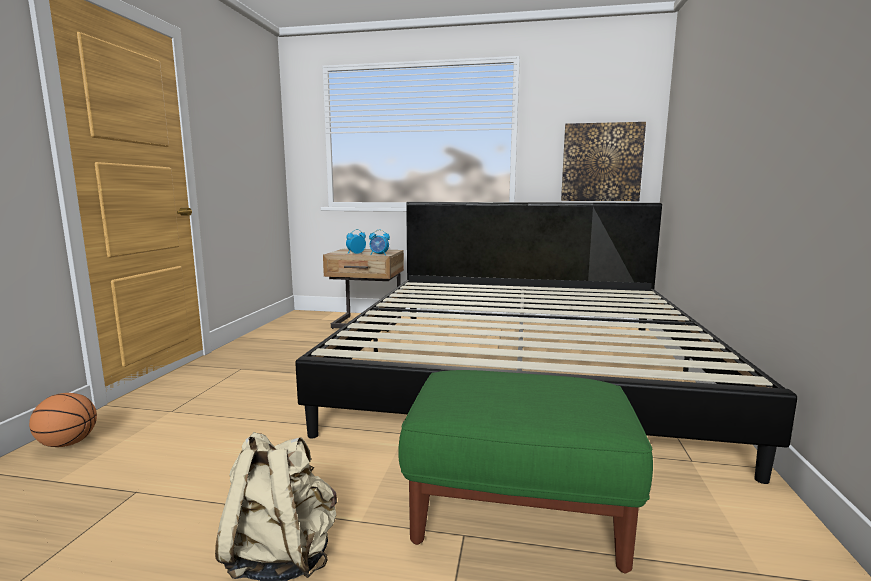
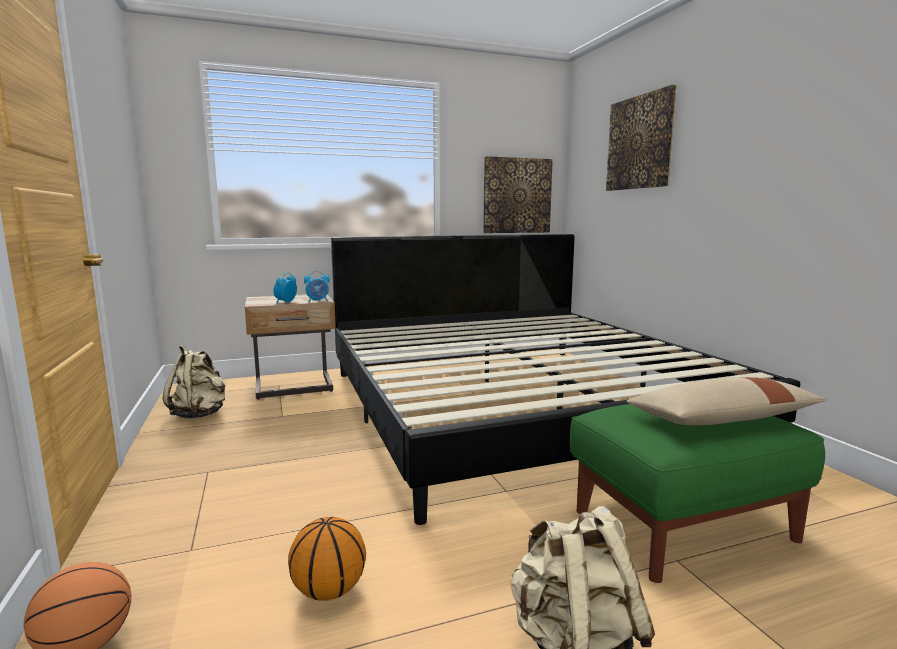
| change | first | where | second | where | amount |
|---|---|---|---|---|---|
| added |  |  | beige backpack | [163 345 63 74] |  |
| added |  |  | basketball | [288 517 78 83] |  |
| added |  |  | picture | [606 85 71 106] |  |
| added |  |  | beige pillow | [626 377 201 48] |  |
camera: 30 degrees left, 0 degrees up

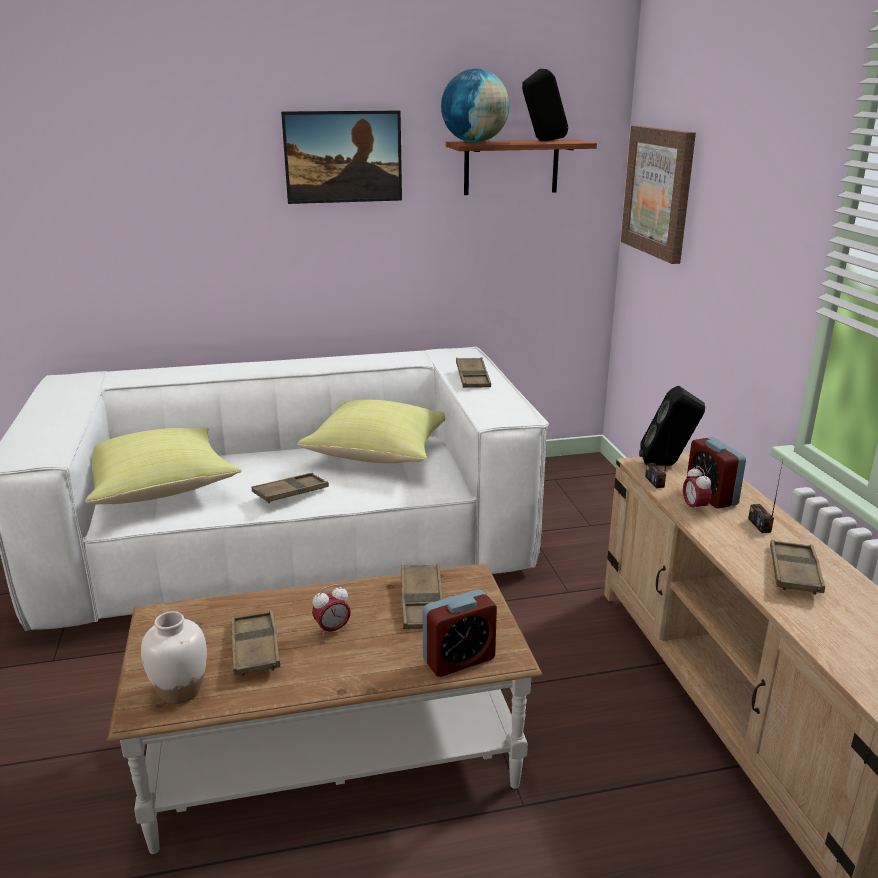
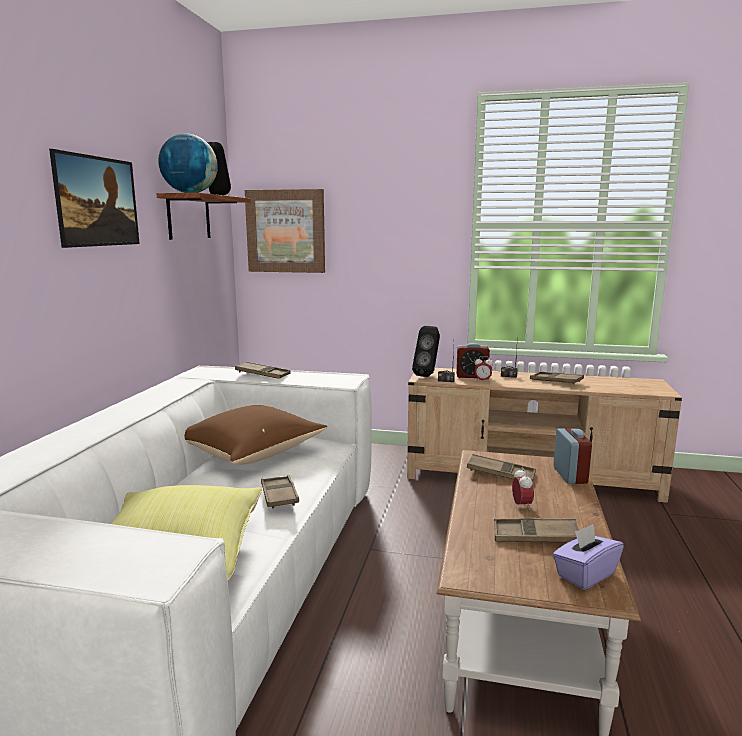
| change | first | where | second | where | amount |
|---|---|---|---|---|---|
| replaced | white vase | [141 611 66 93] | purple tissue box | [553 524 71 66] |  |
| recoloured | yellow pillow | [297 399 148 64] | brown pillow | [185 405 142 60] |  |
camera: 65 degrees left, 10 degrees down

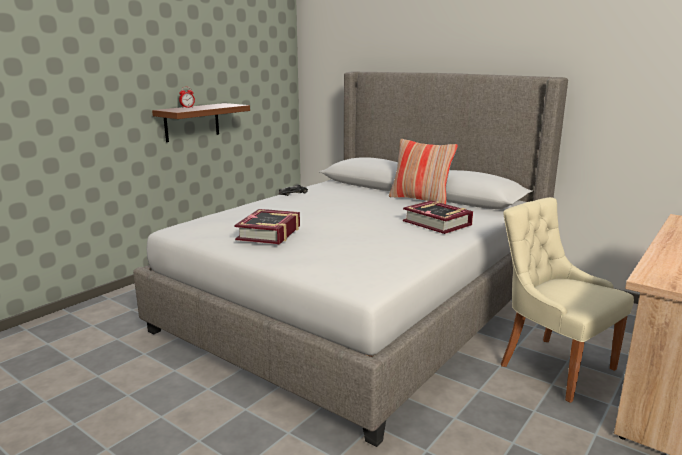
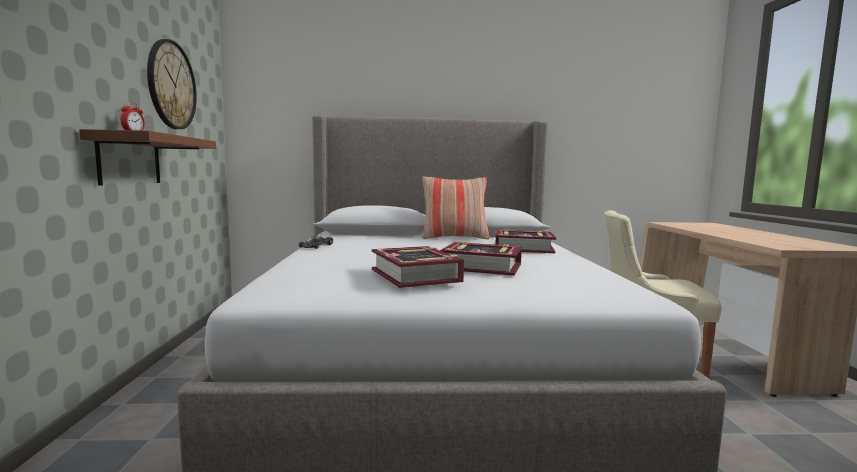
| change | first | where | second | where | amount |
|---|---|---|---|---|---|
| added |  |  | wall clock | [147 39 50 90] |  |
| added |  |  | book | [440 242 82 34] |  |
camera: 40 degrees left, 10 degrees down

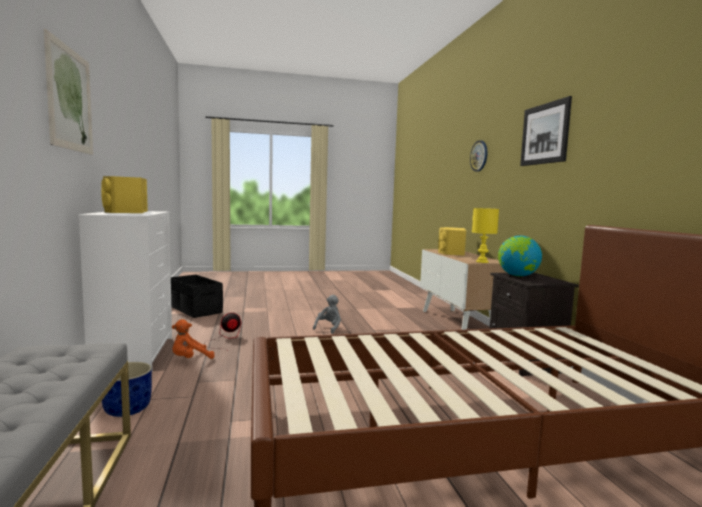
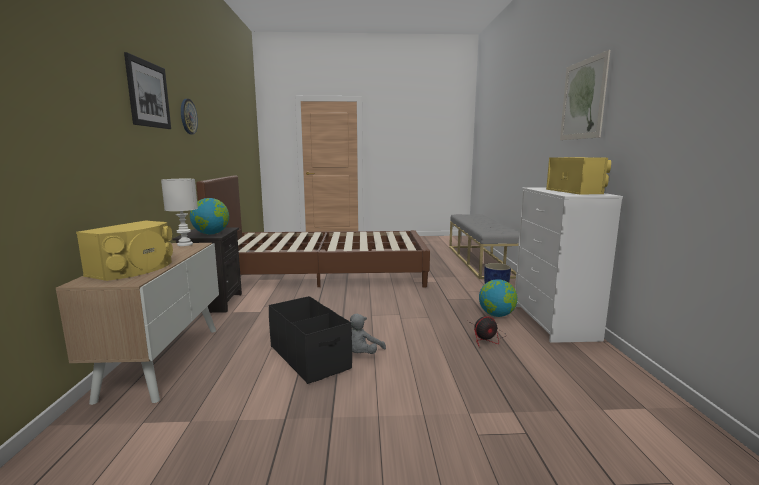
| change | first | where | second | where | amount |
|---|---|---|---|---|---|
| moved | black storage box | [171 275 52 43] |  | [269 296 83 88] |  |
| moved | wall clock | [470 140 17 32] |  | [181 99 17 35] |  |
| replaced | orange plush toy | [172 319 43 40] | globe | [479 279 39 38] |  |
| recoloured | yellow table lamp | [472 208 27 55] | white table lamp | [161 179 37 67] |  |
camera: 170 degrees left, 5 degrees up

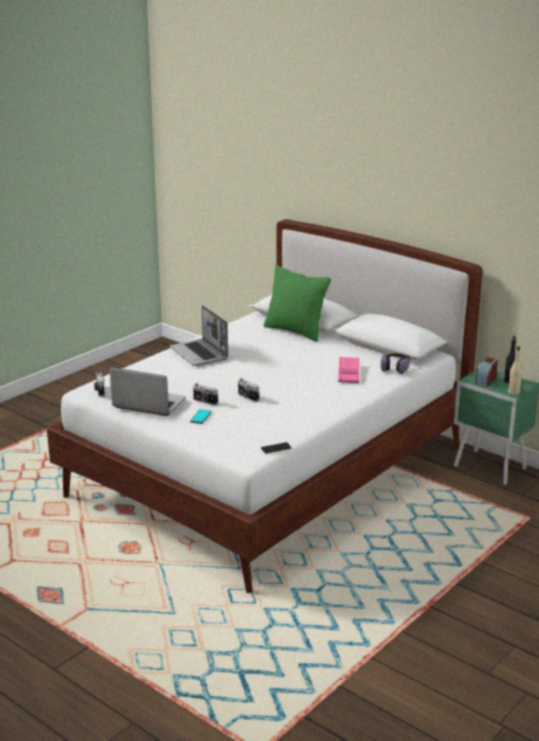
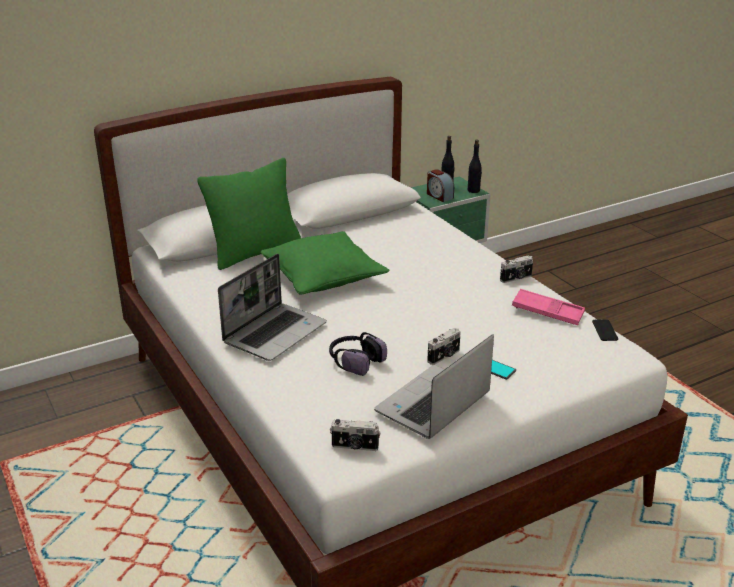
| change | first | where | second | where | amount |
|---|---|---|---|---|---|
| added |  |  | green pillow | [261 231 129 64] |  |
| moved | photo camera | [238 378 21 24] |  | [500 255 33 28] |  |
| moved | pink tray | [338 357 21 26] |  | [512 289 73 36] |  |
| moved | headphones | [380 354 30 20] |  | [329 332 58 44] |  |
| recoloured | beige bottle | [508 346 14 49] | black bottle | [468 139 14 54] |  |
| turned | laptop | [170 305 58 61] |  | [218 254 109 107] | 45 degrees counterclockwise |
camera: 70 degrees left, 5 degrees up

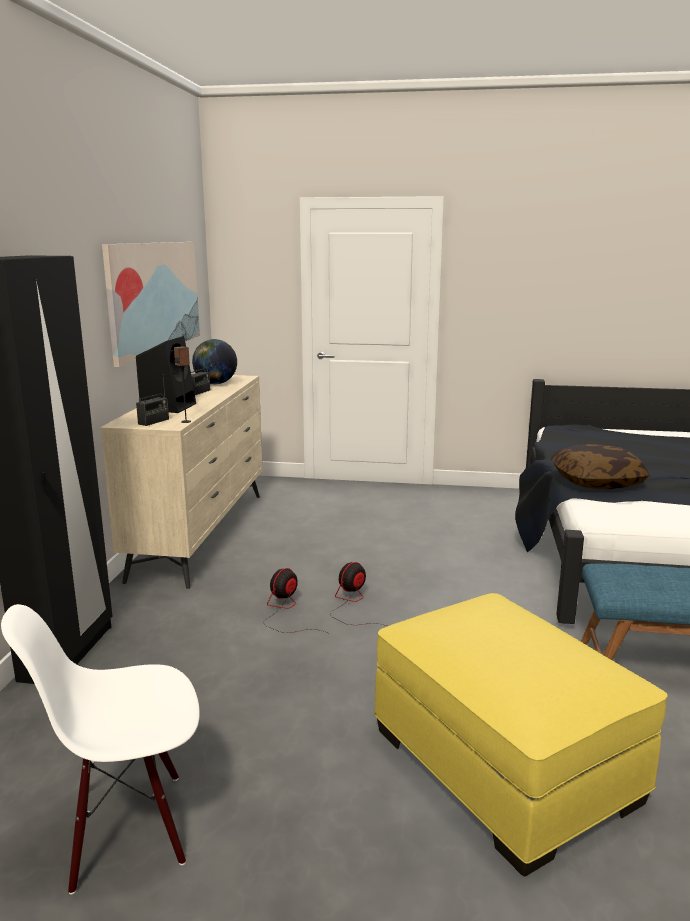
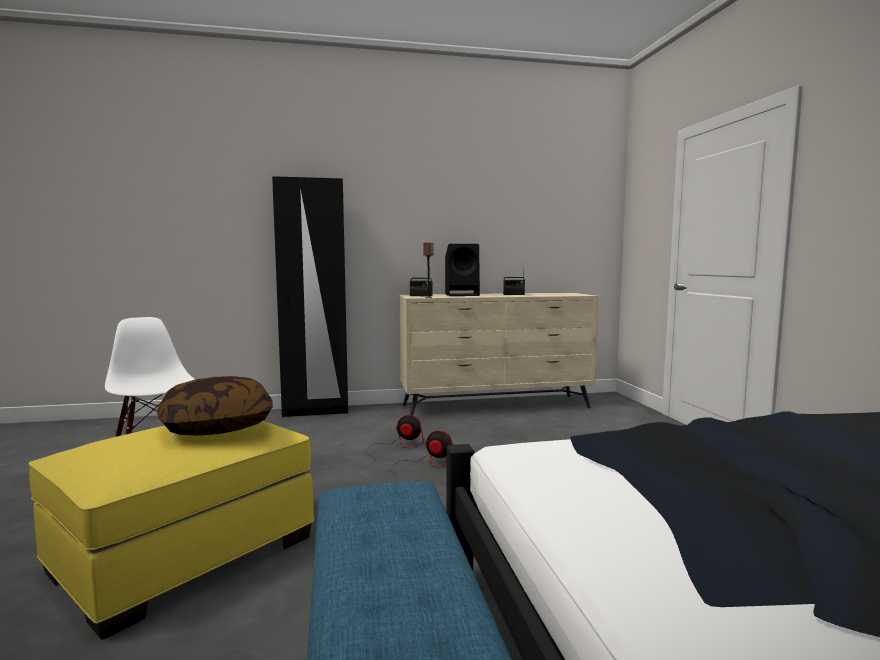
| change | first | where | second | where | amount |
|---|---|---|---|---|---|
| removed | picture | [102 242 98 125] |  |  |  |
| removed | globe | [192 339 45 45] |  |  |  |
| moved | pillow | [551 444 99 45] |  | [157 376 116 60] |  |
camera: 70 degrees right, 10 degrees down

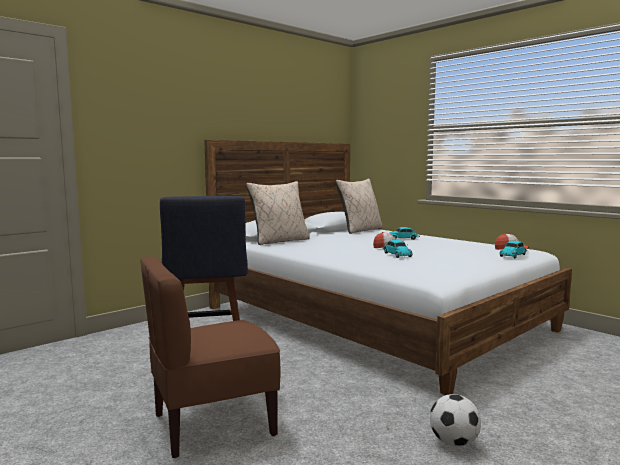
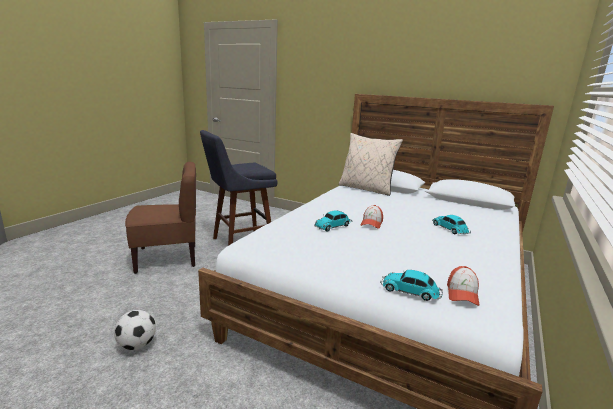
| change | first | where | second | where | amount |
|---|---|---|---|---|---|
| removed | beige pillow | [336 178 47 56] |  |  |  |
| turned | brown chair | [140 256 141 202] |  | [125 162 71 112] | 120 degrees clockwise |
camera: 70 degrees right, 10 degrees up

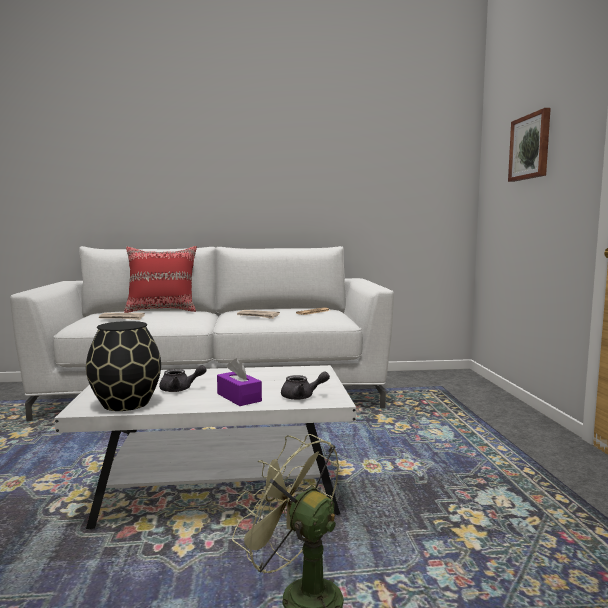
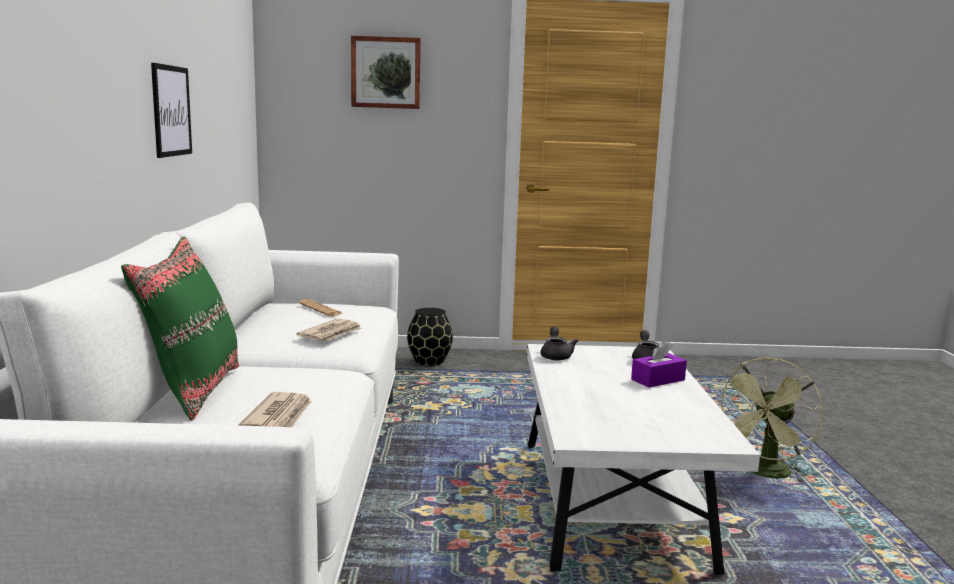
| change | first | where | second | where | amount |
|---|---|---|---|---|---|
| added |  |  | picture | [151 63 41 95] |  |
| moved | black vase | [86 321 75 90] |  | [407 308 46 57] |  |
| moved | grey teapot | [159 365 48 27] |  | [541 326 38 34] |  |
| recoloured | red pillow | [124 246 73 67] | green pillow | [121 237 118 184] |  |
camera: 85 degrees left, 5 degrees up

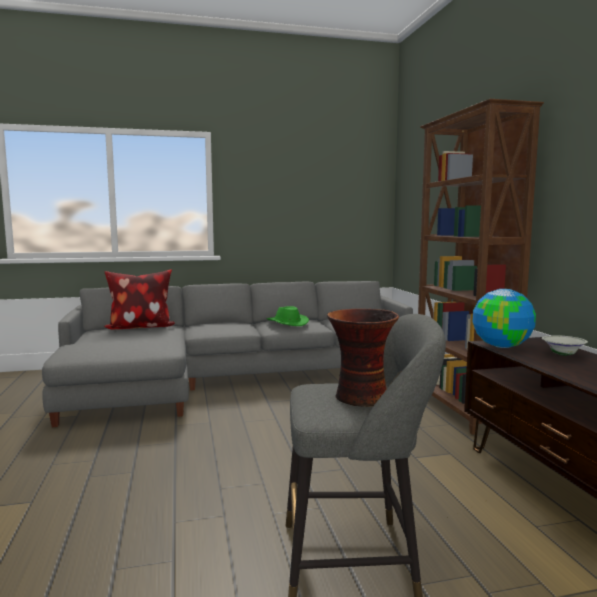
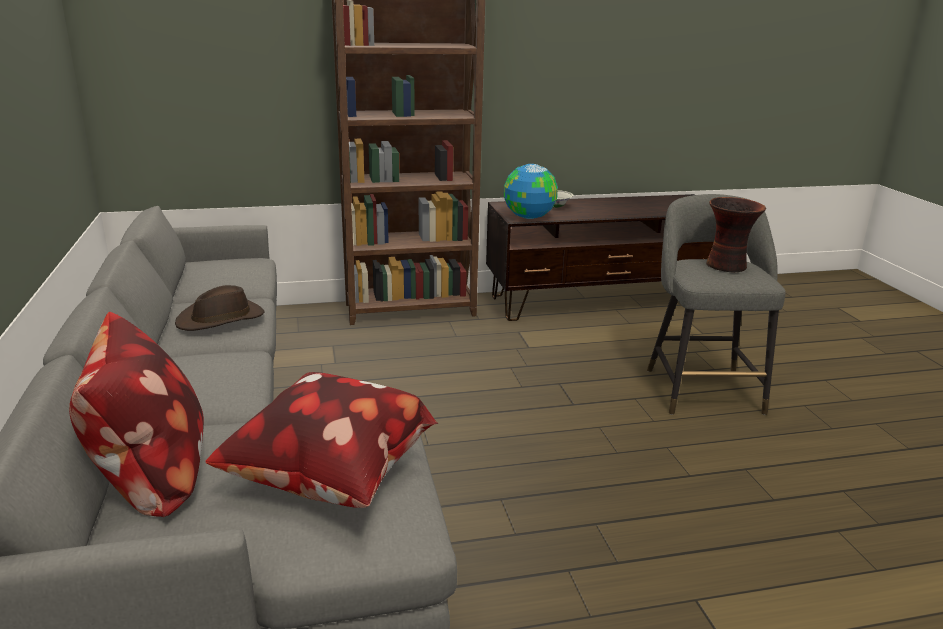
| change | first | where | second | where | amount |
|---|---|---|---|---|---|
| added |  |  | pillow | [205 372 233 136] |  |
| recoloured | green hat | [267 306 42 20] | brown hat | [175 285 90 46] |  |
camera: 90 degrees left, 15 degrees up

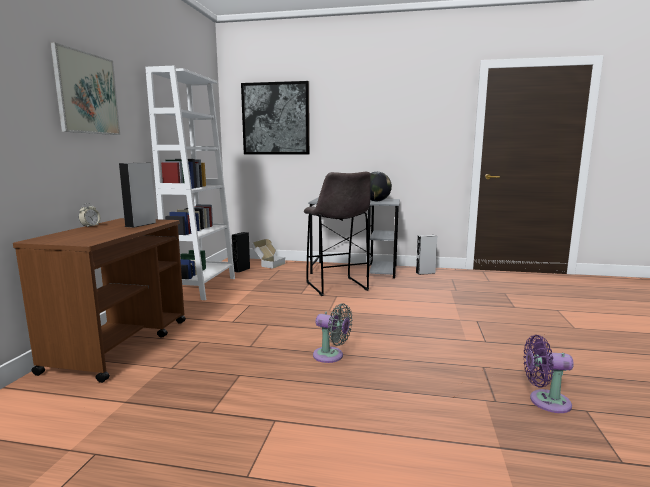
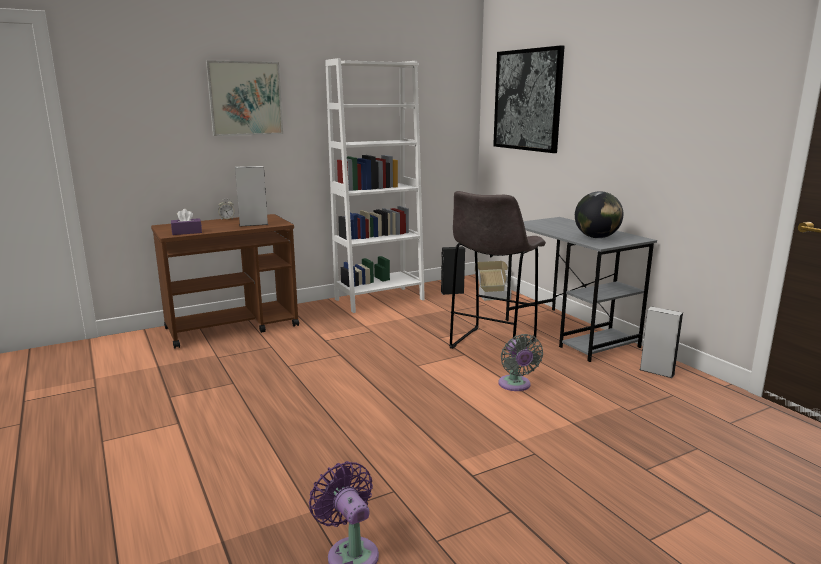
| change | first | where | second | where | amount |
|---|---|---|---|---|---|
| added |  |  | purple tissue box | [171 209 31 26] |  |
| moved | grey fan | [313 303 40 60] |  | [499 334 44 57] |  |
camera: 50 degrees right, 5 degrees up

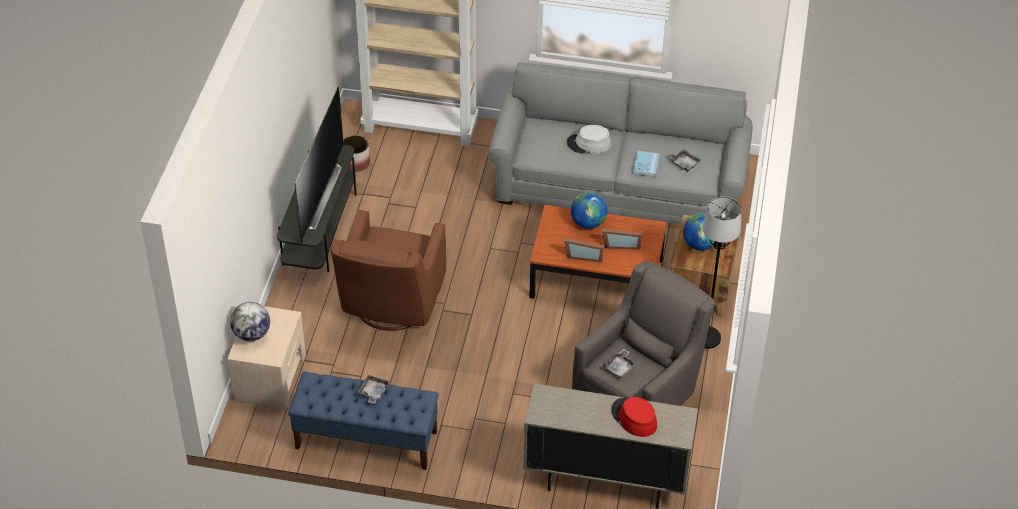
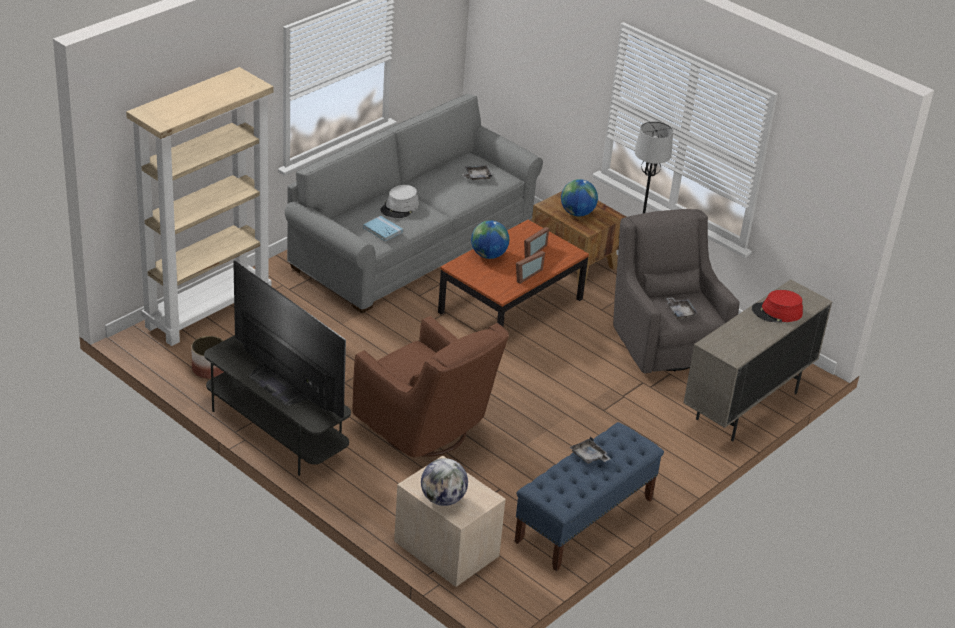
| change | first | where | second | where | amount |
|---|---|---|---|---|---|
| moved | blue book | [633 151 27 26] |  | [363 216 40 25] |  |
camera: 60 degrees left, 10 degrees down

